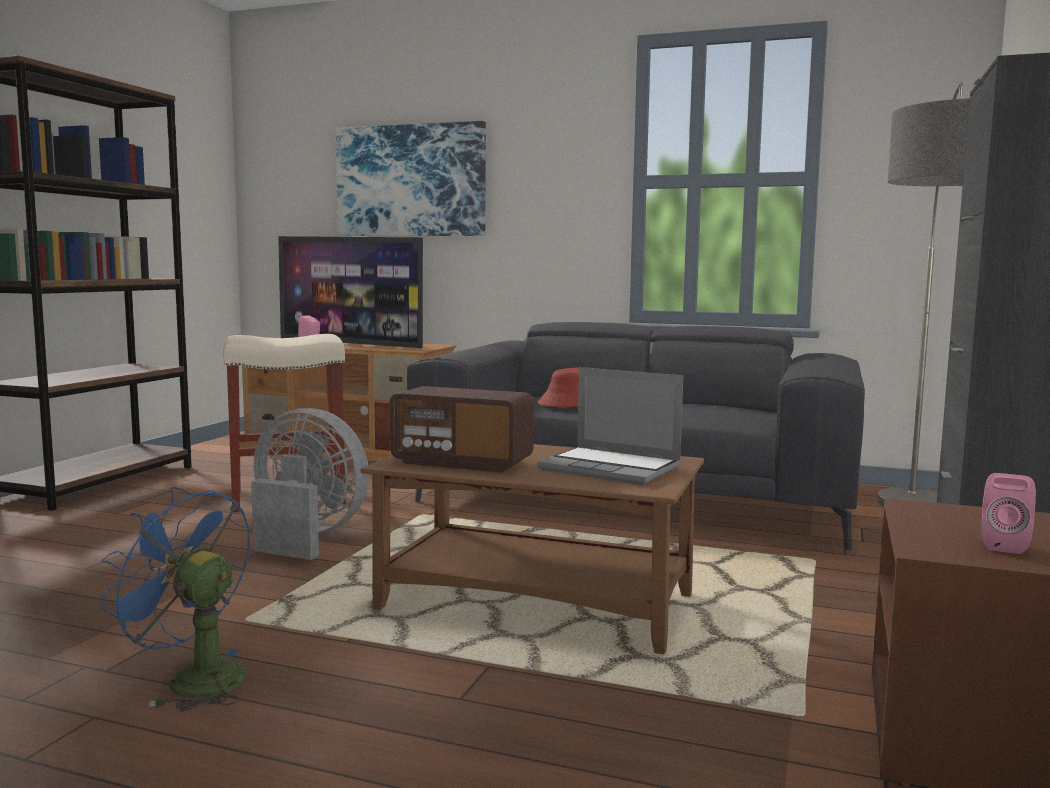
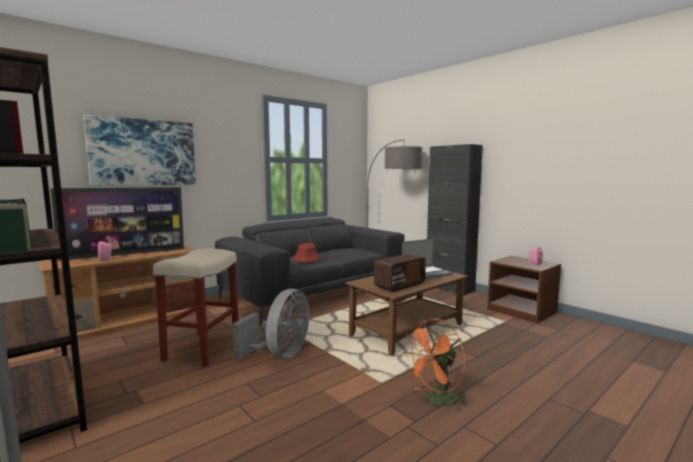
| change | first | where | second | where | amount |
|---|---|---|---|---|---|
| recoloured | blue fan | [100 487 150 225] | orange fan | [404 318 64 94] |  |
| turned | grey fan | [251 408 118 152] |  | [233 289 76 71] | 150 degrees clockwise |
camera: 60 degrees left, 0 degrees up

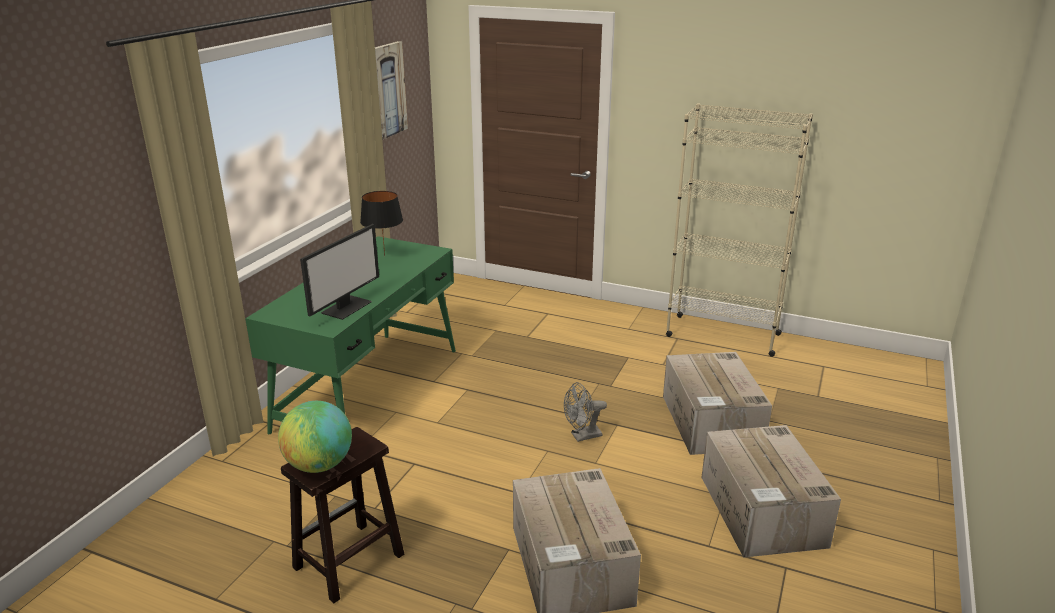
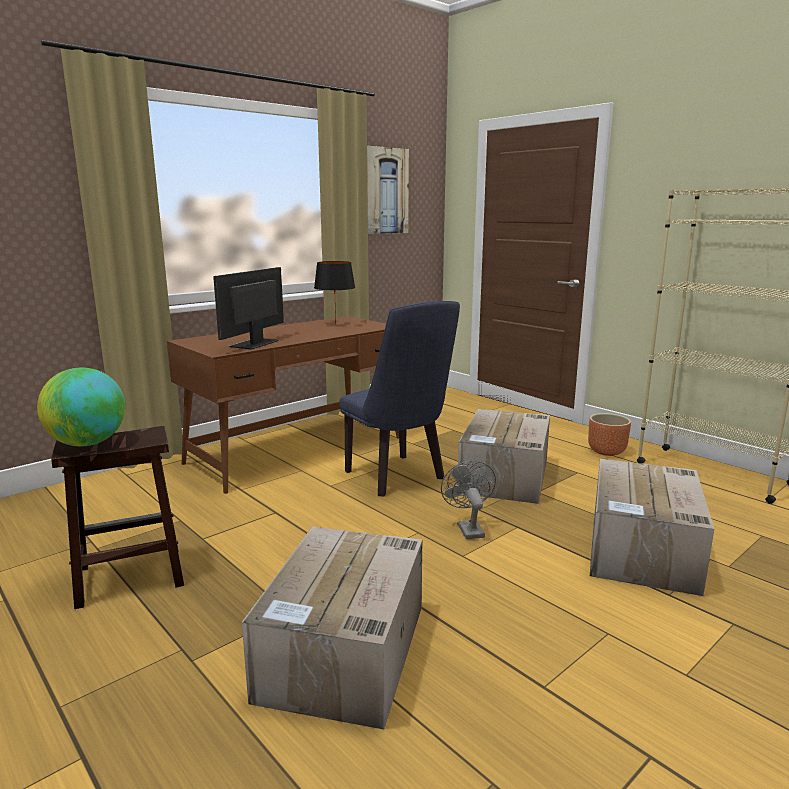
| change | first | where | second | where | amount |
|---|---|---|---|---|---|
| added |  |  | blue chair | [339 301 121 195] |  |
| added |  |  | brown planter | [588 413 43 43] |  |
| moved | cardboard box | [701 425 140 133] |  | [457 409 93 95] |  |
| recoloured | green desk | [245 236 211 198] | brown desk | [167 316 232 178] |  |
| turned | monitor | [300 224 79 96] |  | [213 267 71 83] | 150 degrees clockwise |
| turned | grey fan | [564 382 43 60] |  | [441 461 55 78] | 75 degrees clockwise |
camera: 25 degrees right, 10 degrees down

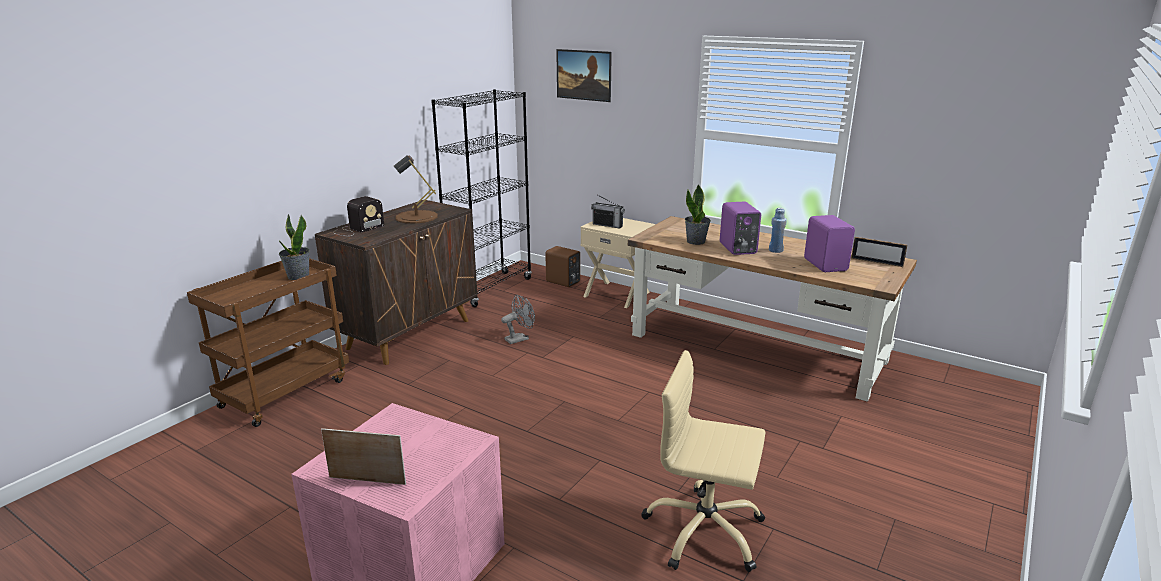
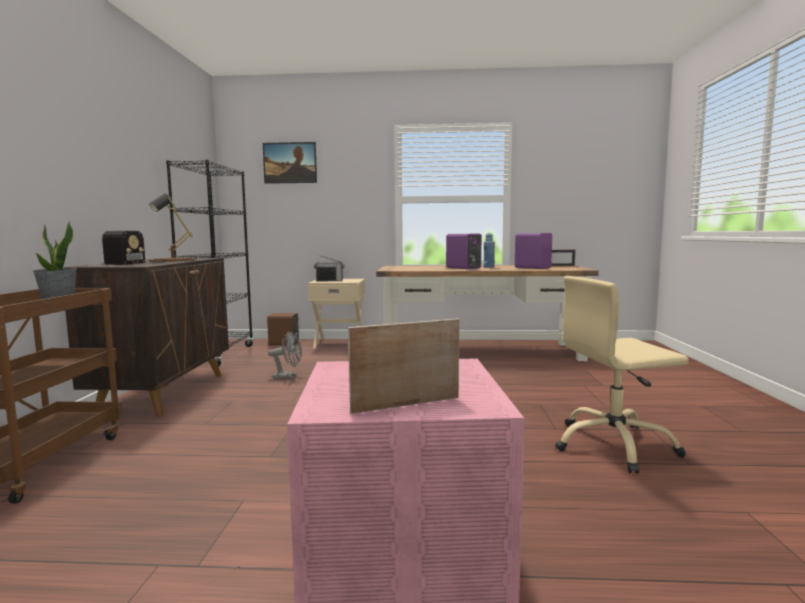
| change | first | where | second | where | amount |
|---|---|---|---|---|---|
| removed | potted plant | [685 184 26 61] |  |  |  |
| turned | grey fan | [501 295 34 49] |  | [268 331 34 48] | 60 degrees clockwise |
camera: 30 degrees left, 15 degrees down

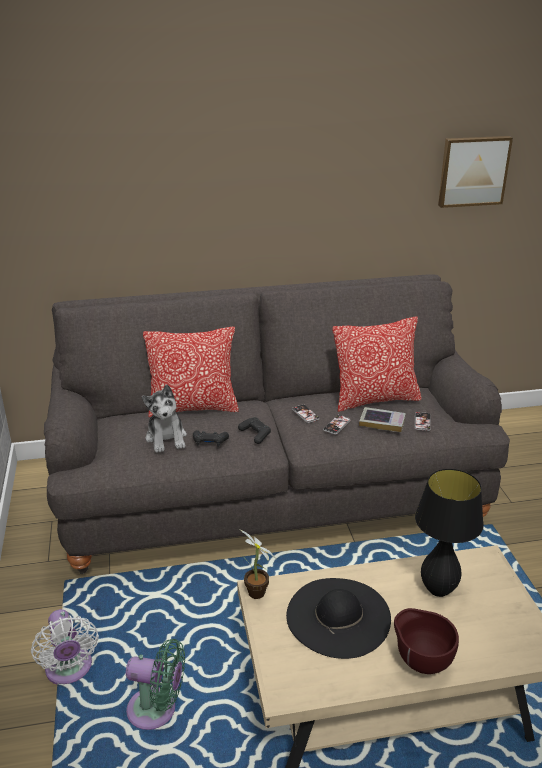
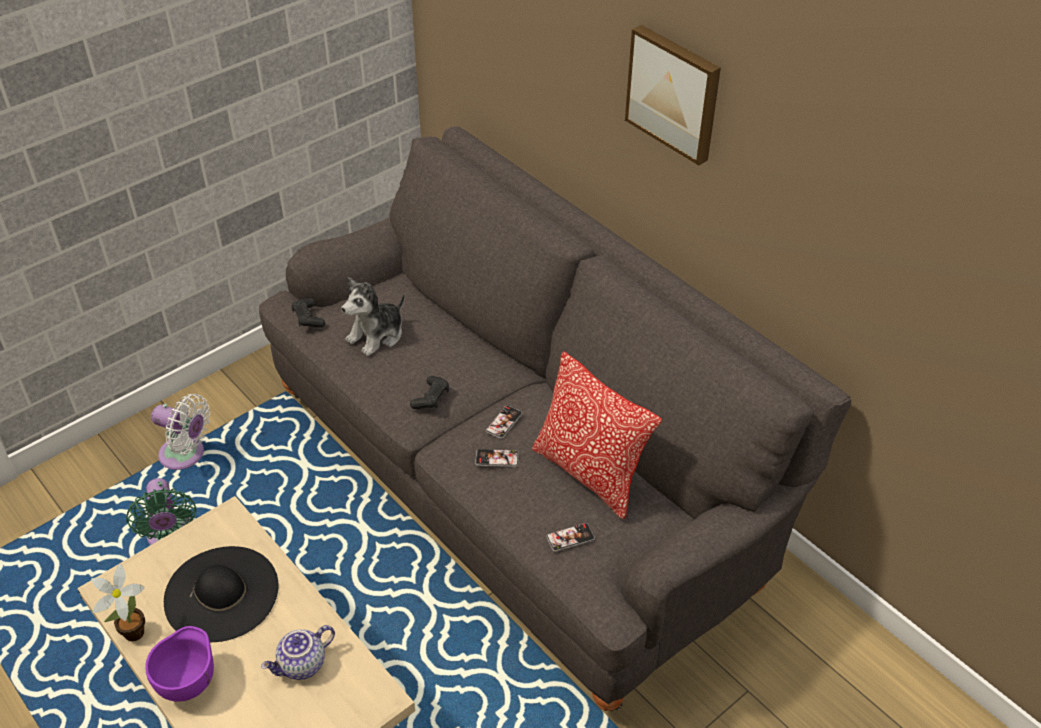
| change | first | where | second | where | amount |
|---|---|---|---|---|---|
| removed | pillow | [143 327 96 90] |  |  |  |
| removed | book | [359 407 47 25] |  |  |  |
| moved | black game controller | [193 430 36 17] |  | [291 298 34 30] |  |
| moved | potted plant | [239 529 37 70] |  | [91 564 54 77] |  |
| moved | picture | [438 136 75 72] |  | [625 25 96 140] |  |
| replaced | black table lamp | [415 469 69 128] | teapot | [261 625 74 55] |  |
| recoloured | brown bowl | [394 608 65 66] | purple bowl | [145 626 69 76] |  |
| turned | white fan | [31 609 68 75] |  | [151 394 59 76] | 105 degrees counterclockwise |
camera: 60 degrees right, 15 degrees up

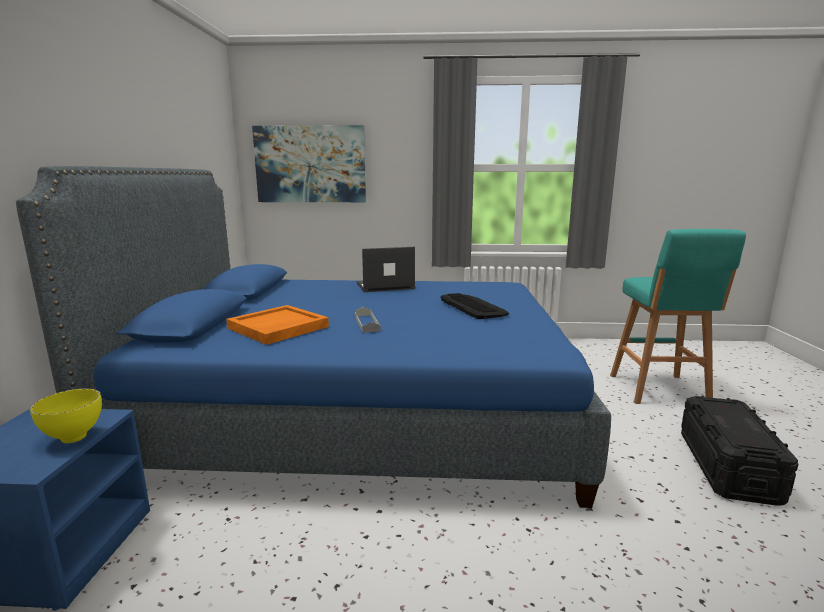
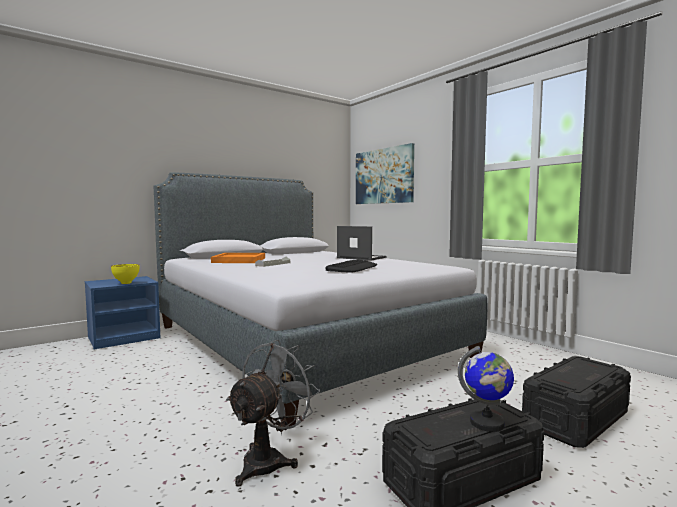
| change | first | where | second | where | amount |
|---|---|---|---|---|---|
| added |  |  | grey fan | [226 340 94 147] |  |
| added |  |  | globe | [458 346 56 86] |  |
| replaced | turquoise stool | [610 229 136 175] | black storage box | [522 356 109 92] |  |
| recoloured | blue bed | [16 166 595 342] | grey bed | [154 172 333 254] |  |
camera: 50 degrees right, 10 degrees down

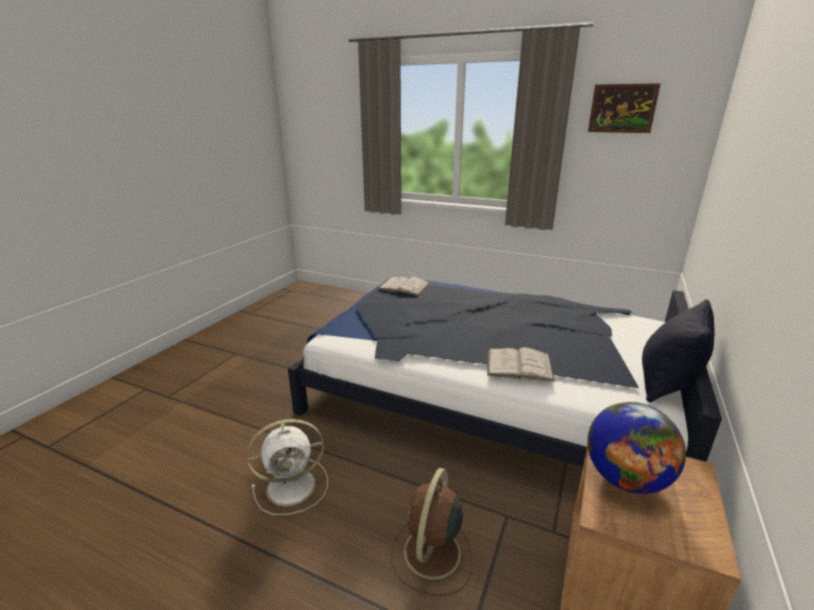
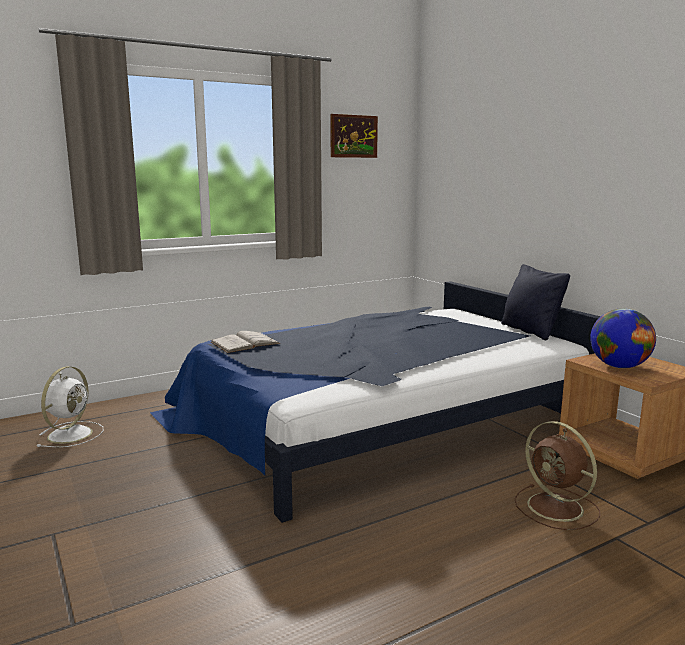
| change | first | where | second | where | amount |
|---|---|---|---|---|---|
| removed | white book | [487 347 68 35] |  |  |  |
| moved | white fan | [247 419 81 96] |  | [37 366 67 81] |  |
camera: 55 degrees left, 10 degrees down

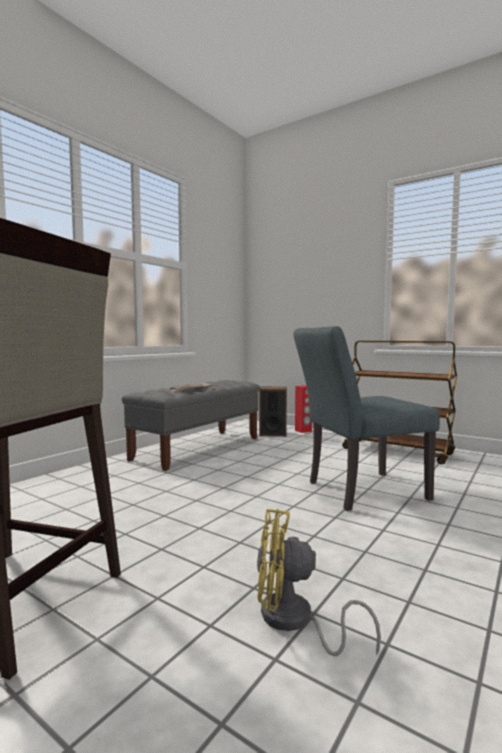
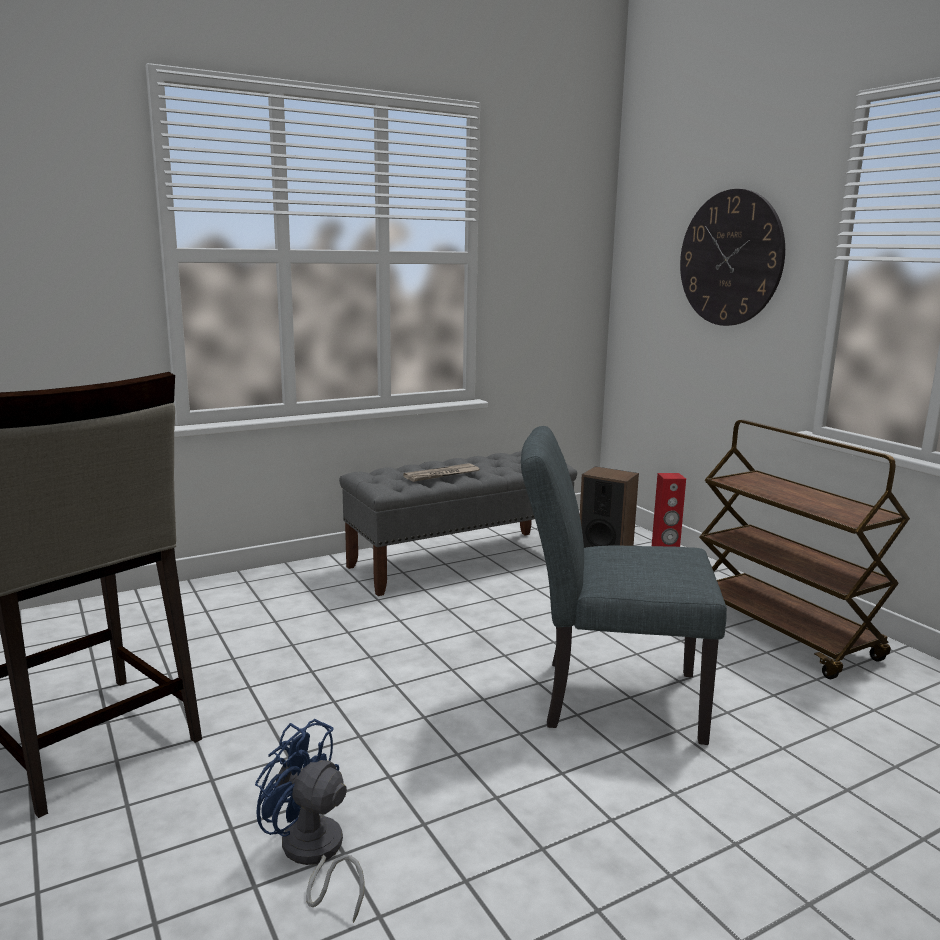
| change | first | where | second | where | amount |
|---|---|---|---|---|---|
| added |  |  | wall clock | [680 189 105 137] |  |
| recoloured | yellow fan | [257 509 124 147] | blue fan | [255 719 109 204] |  |
camera: 25 degrees right, 10 degrees up

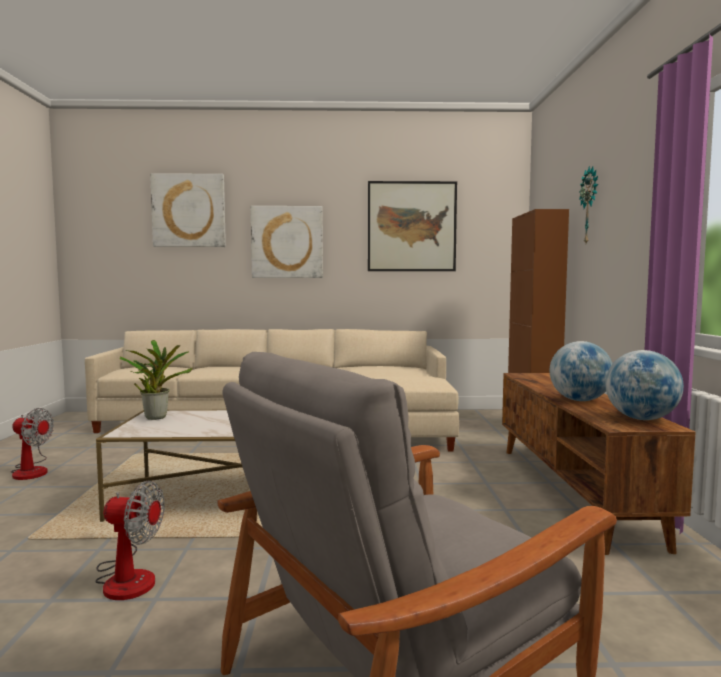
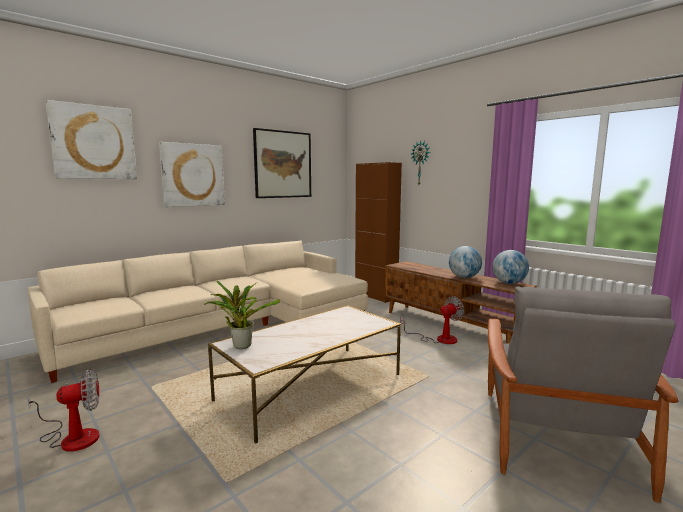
| change | first | where | second | where | amount |
|---|---|---|---|---|---|
| moved | fan | [95 481 70 119] |  | [400 296 65 48] |  |
camera: 40 degrees left, 5 degrees up

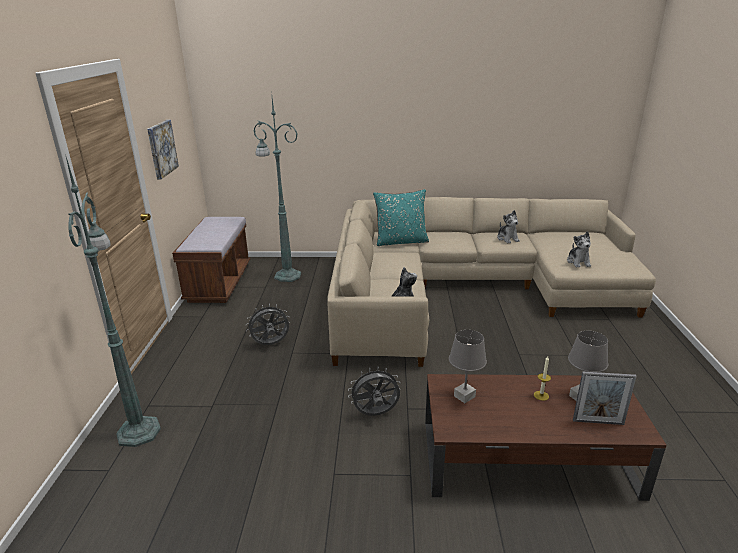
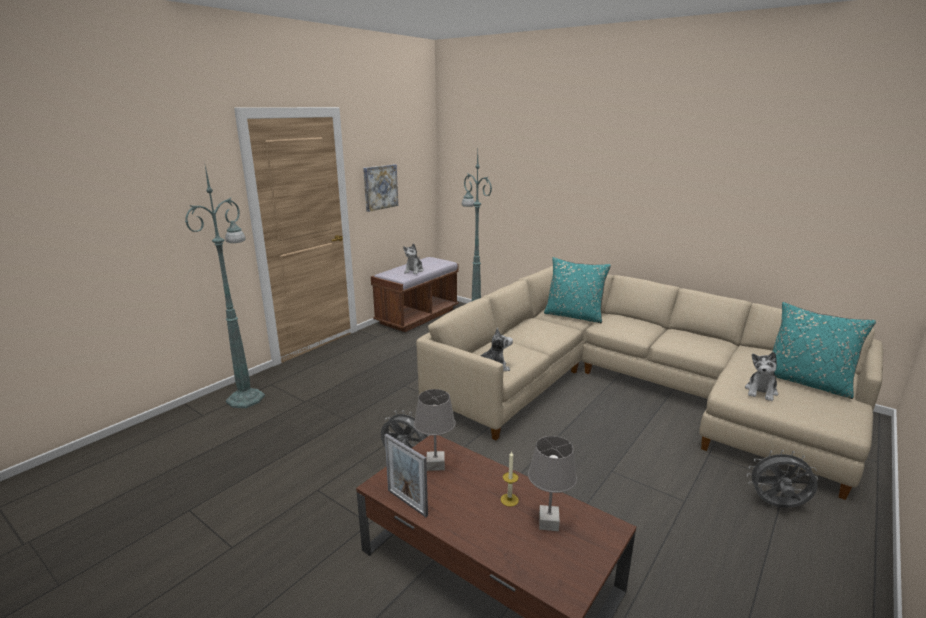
| change | first | where | second | where | amount |
|---|---|---|---|---|---|
| added |  |  | turquoise pillow | [772 302 104 97] |  |
| moved | grey fan | [246 304 44 41] |  | [747 449 71 59] |  |
| moved | plush toy | [497 210 23 33] |  | [403 243 20 31] |  |
| moved | picture frame | [573 372 64 53] |  | [385 434 43 83] |  |
camera: 35 degrees right, 5 degrees down

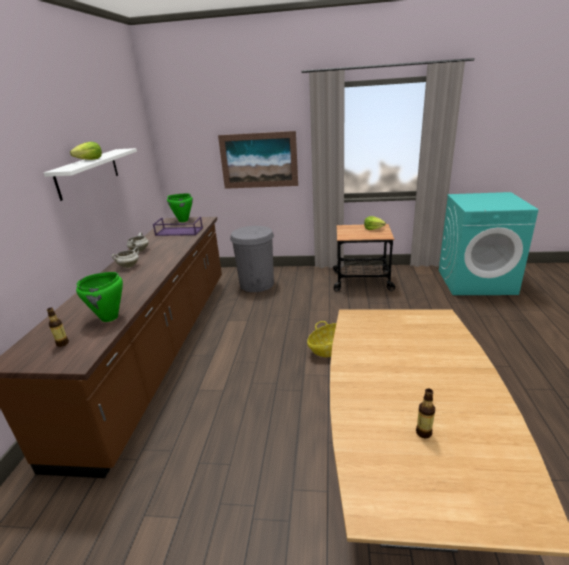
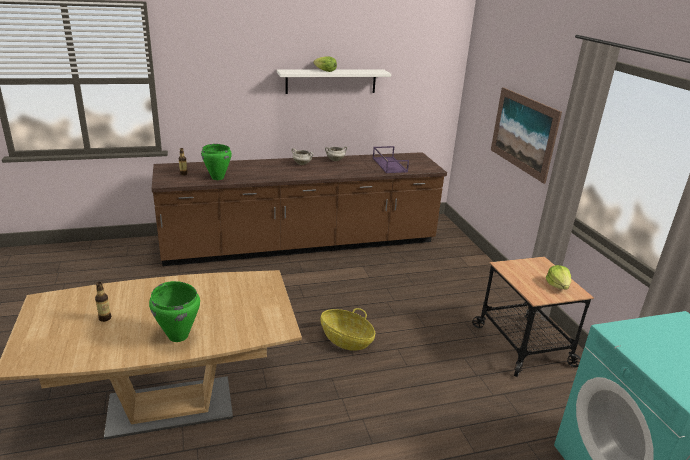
| change | first | where | second | where | amount |
|---|---|---|---|---|---|
| removed | grey trash can | [230 226 44 66] |  |  |  |
| moved | green cooking pot | [167 193 26 29] |  | [149 281 51 61] |  |
camera: 65 degrees right, 0 degrees up

